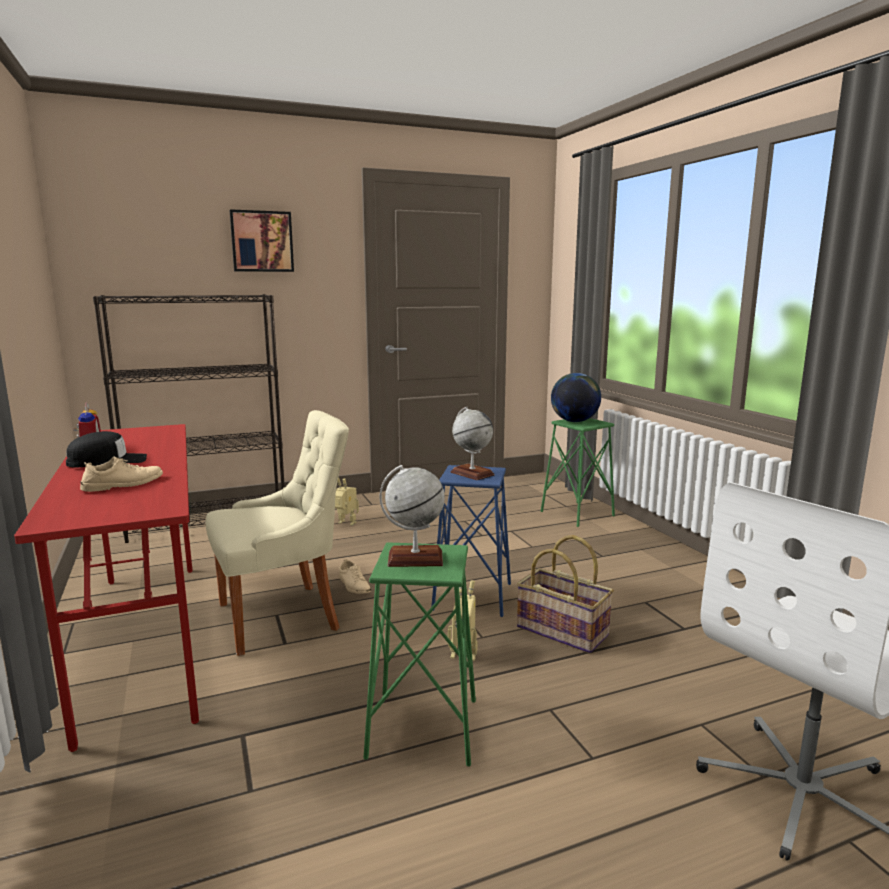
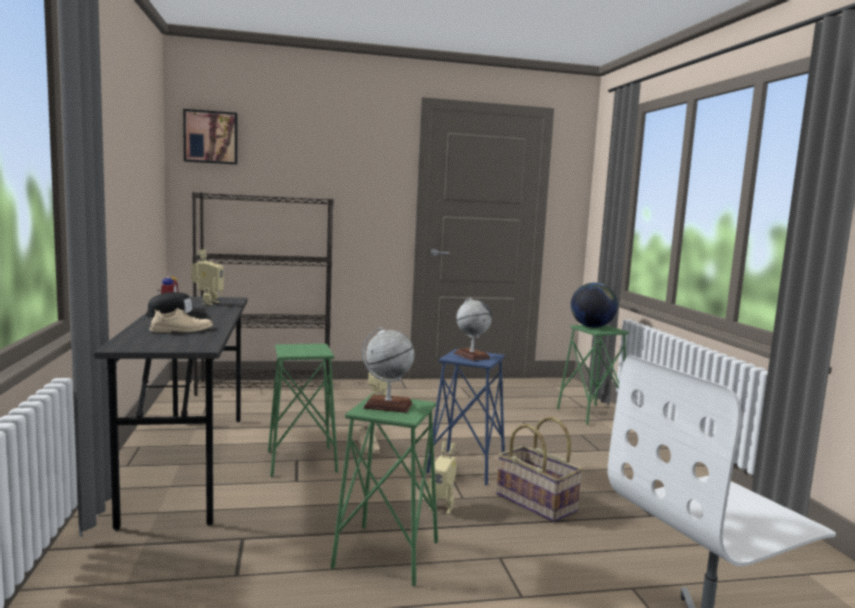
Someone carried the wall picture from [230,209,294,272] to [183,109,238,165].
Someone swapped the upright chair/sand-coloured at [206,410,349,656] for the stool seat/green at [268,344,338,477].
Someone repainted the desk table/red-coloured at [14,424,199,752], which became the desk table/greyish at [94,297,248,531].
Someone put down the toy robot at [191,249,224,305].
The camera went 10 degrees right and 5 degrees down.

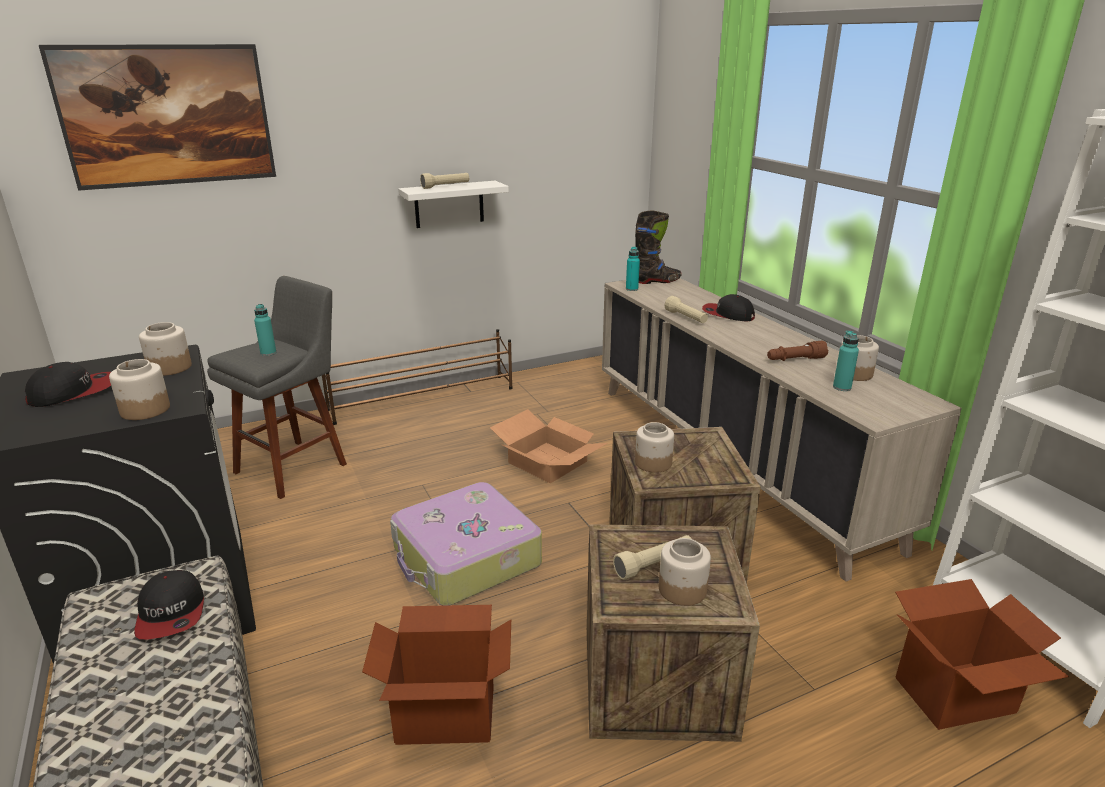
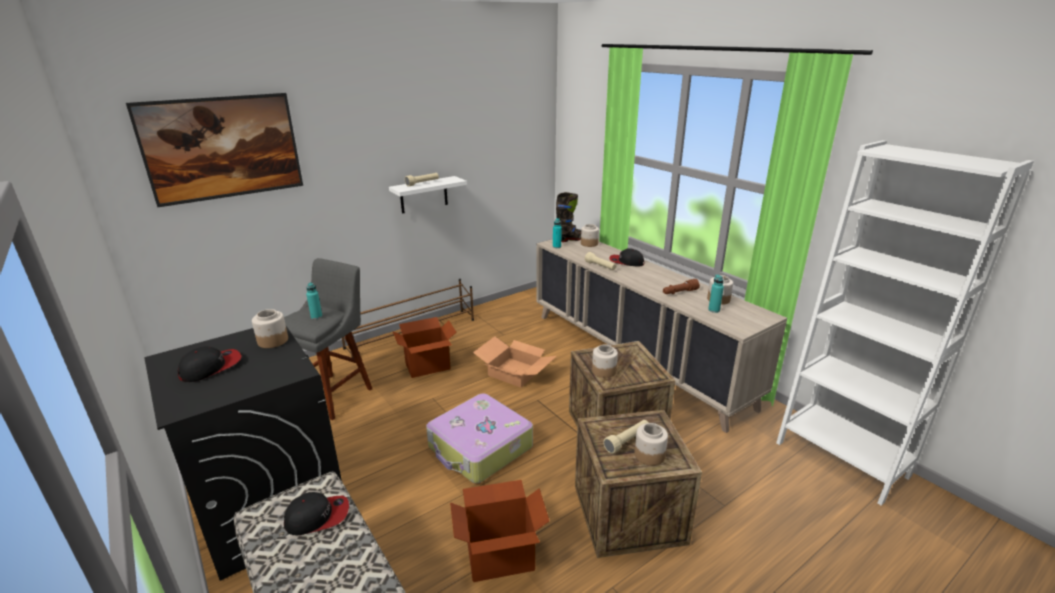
Someone carried the storage jar from [109,359,170,420] to [581,224,599,247].
Someone rotated the peaked cap at [134,570,204,639] by 75 degrees counterclockwise.
Someone carried the cardboard box from [895,579,1069,730] to [393,317,456,378].
The camera went 10 degrees left and 0 degrees up.

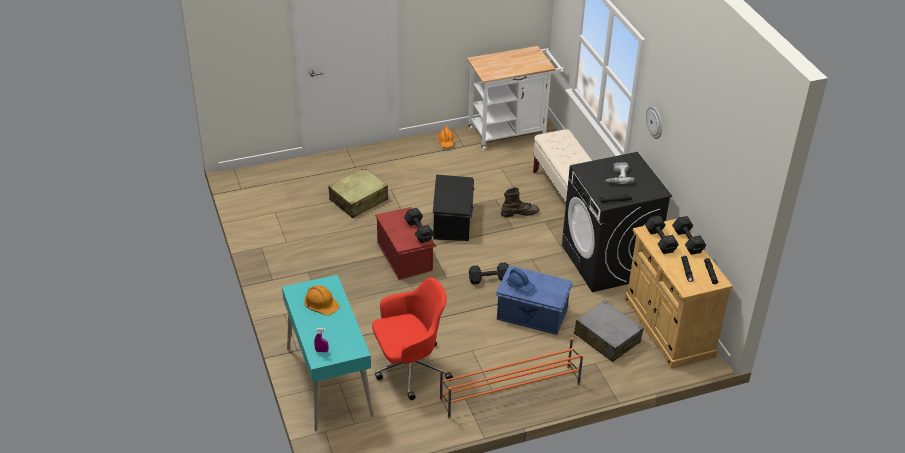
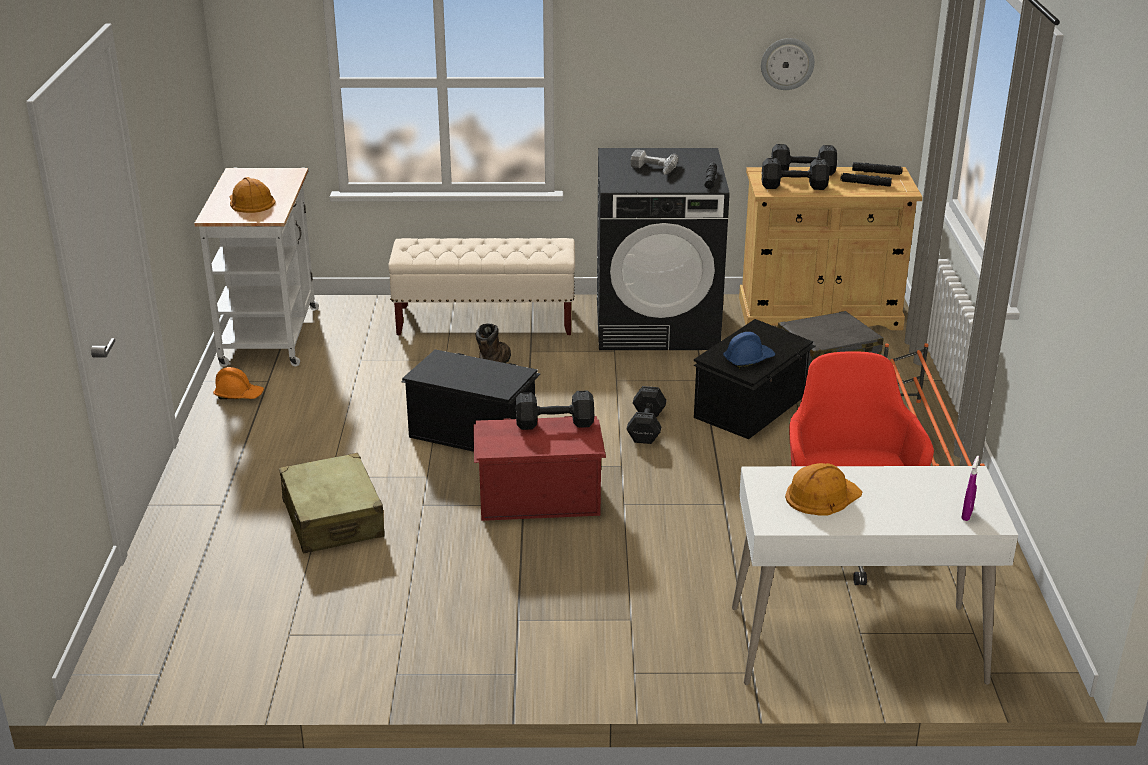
Someone carried the clock on the wall from [646,106,662,139] to [761,38,815,90].
Someone repainted the storage box/blue at [495,265,573,335], which became the storage box/black at [694,319,815,439].
Someone repainted the desk table/turquoise at [282,275,374,431], which became the desk table/white at [732,466,1018,685].
Someone put down the safety helmet/orange-coloured at [230,177,275,213].
The camera went 70 degrees left and 10 degrees down.

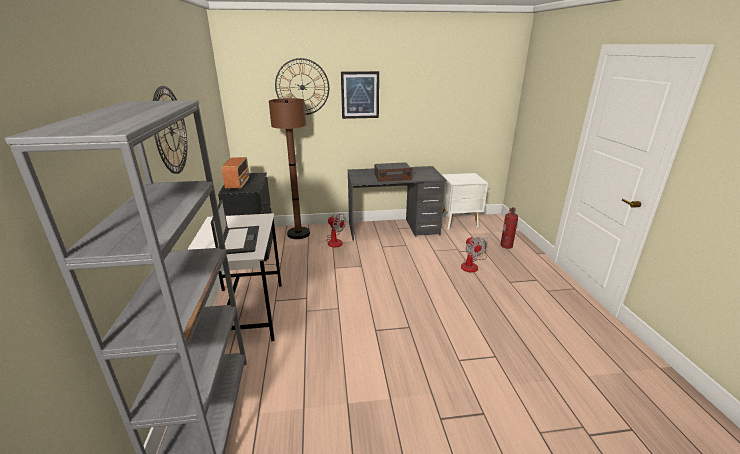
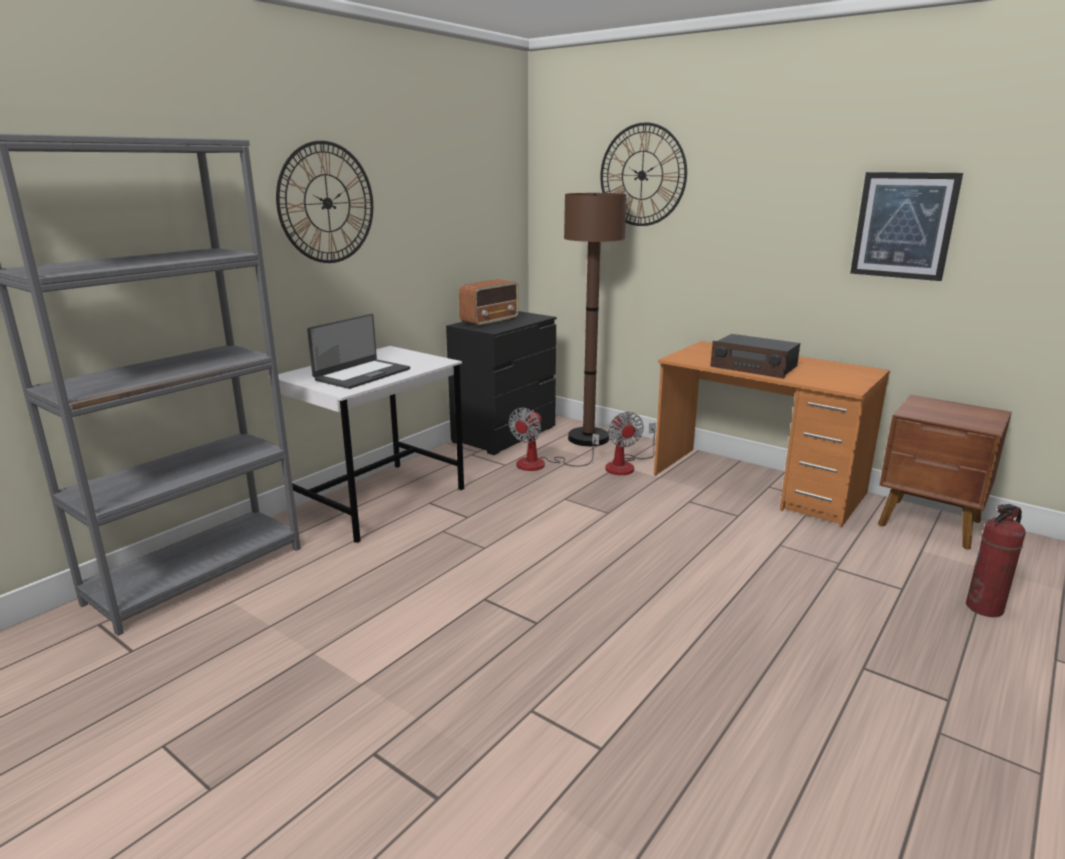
Someone carried the wall picture from [341,71,379,119] to [850,172,963,281].
Someone repainted the desk table/greyish at [348,166,447,241], which became the desk table/orange-coloured at [654,341,890,527].
Someone repainted the bedside table/white at [442,173,488,230], which became the bedside table/brown-coloured at [878,395,1012,550].
Someone carried the cooling fan from [461,237,487,272] to [509,408,599,471].
The camera went 45 degrees right and 5 degrees down.

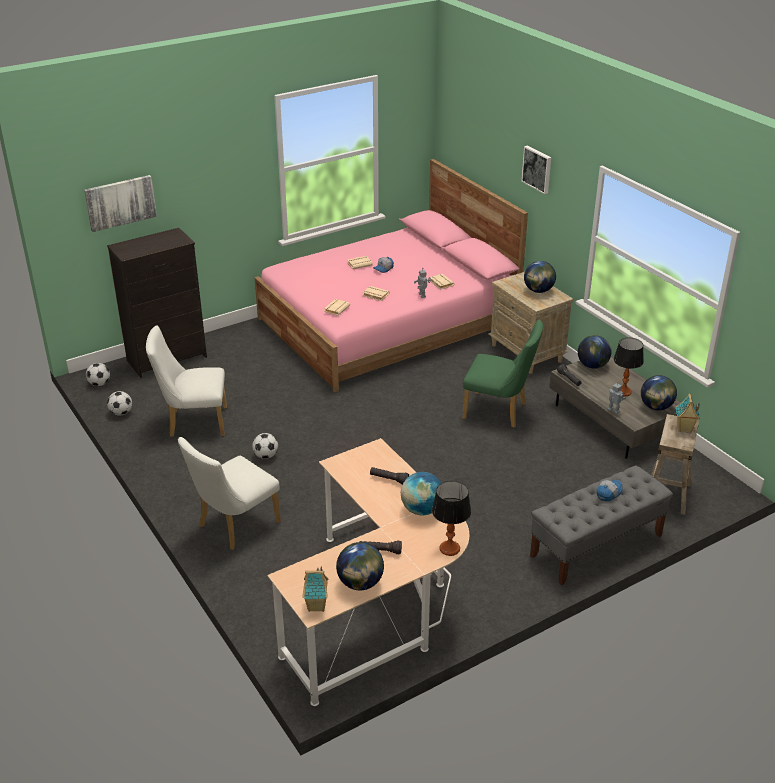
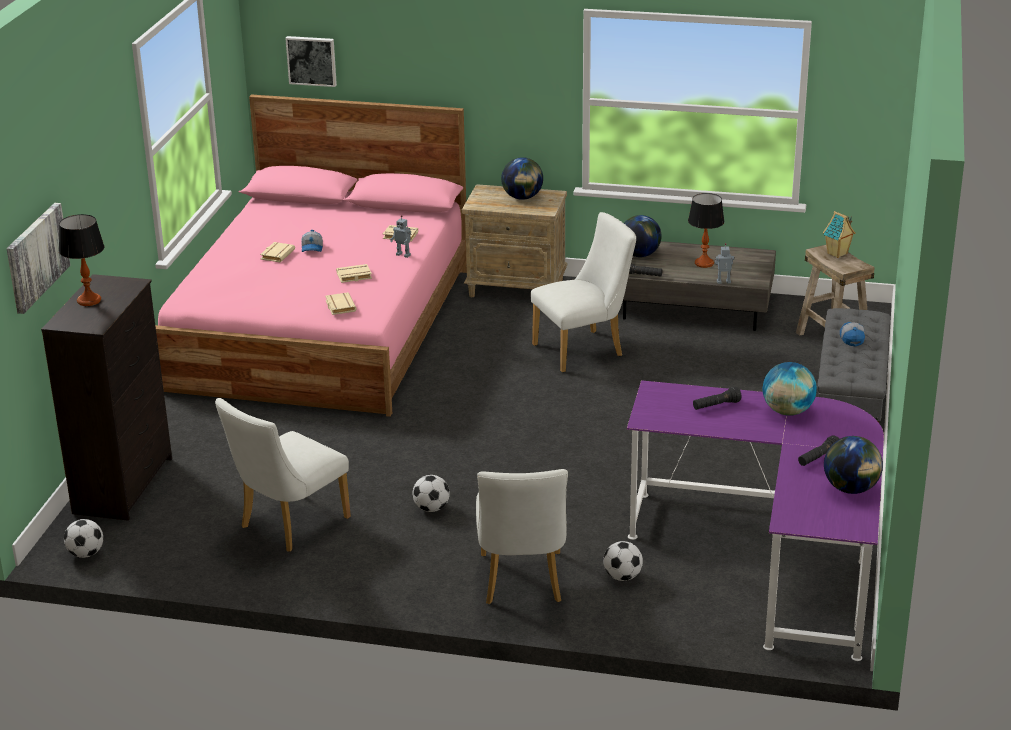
Someone carried the wall picture from [521,146,551,194] to [285,36,337,87].
Someone repainted the upright chair/green at [463,320,543,428], which became the upright chair/white at [530,212,636,373].
Someone took away the world globe at [641,375,677,410].
Someone carried the ball for football from [107,391,132,416] to [603,541,643,581].
Someone repainted the desk table/sand-coloured at [268,438,469,706], which became the desk table/purplish at [627,380,884,661].
Someone carried the tabletop lamp from [432,481,471,556] to [59,214,104,306].
Someone took away the model house at [303,566,329,612].
The camera went 45 degrees left and 5 degrees down.

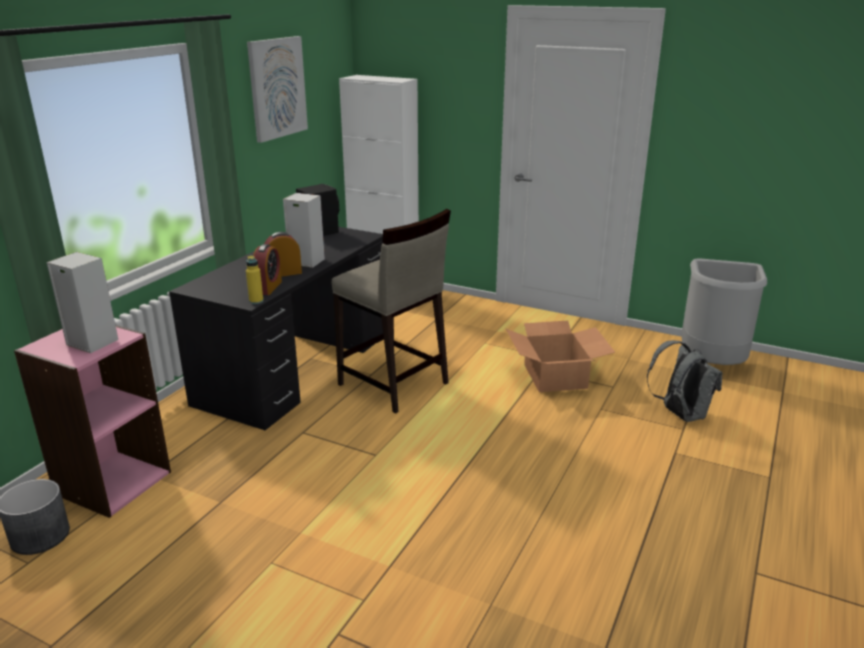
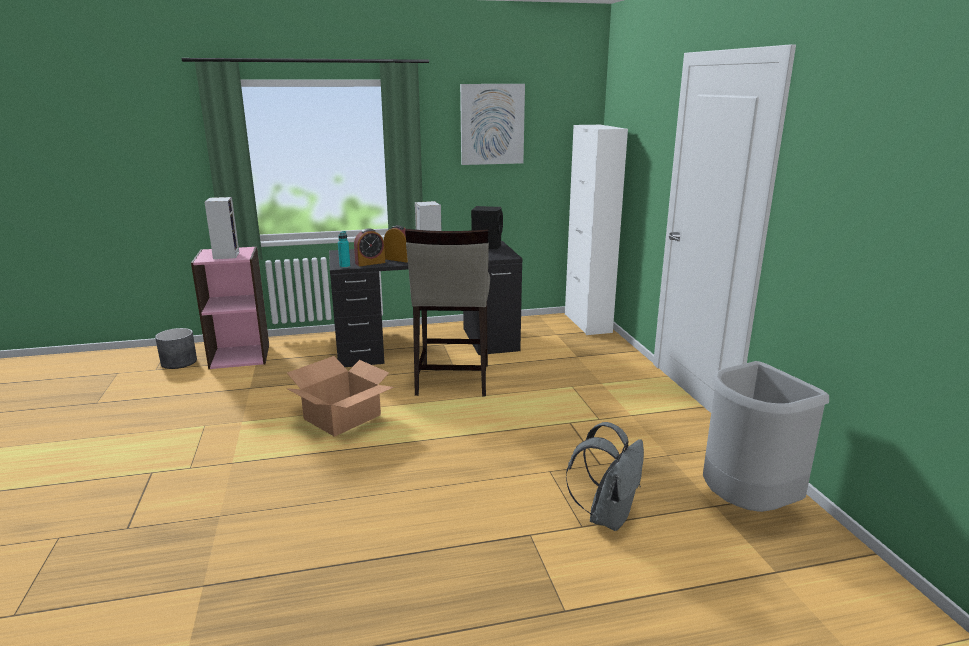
Someone repainted the bottle/yellowish at [246,255,264,304], which became the bottle/turquoise at [338,231,350,268].
Someone carried the cardboard box from [506,321,615,392] to [286,356,394,437].
The camera went 50 degrees right and 5 degrees down.

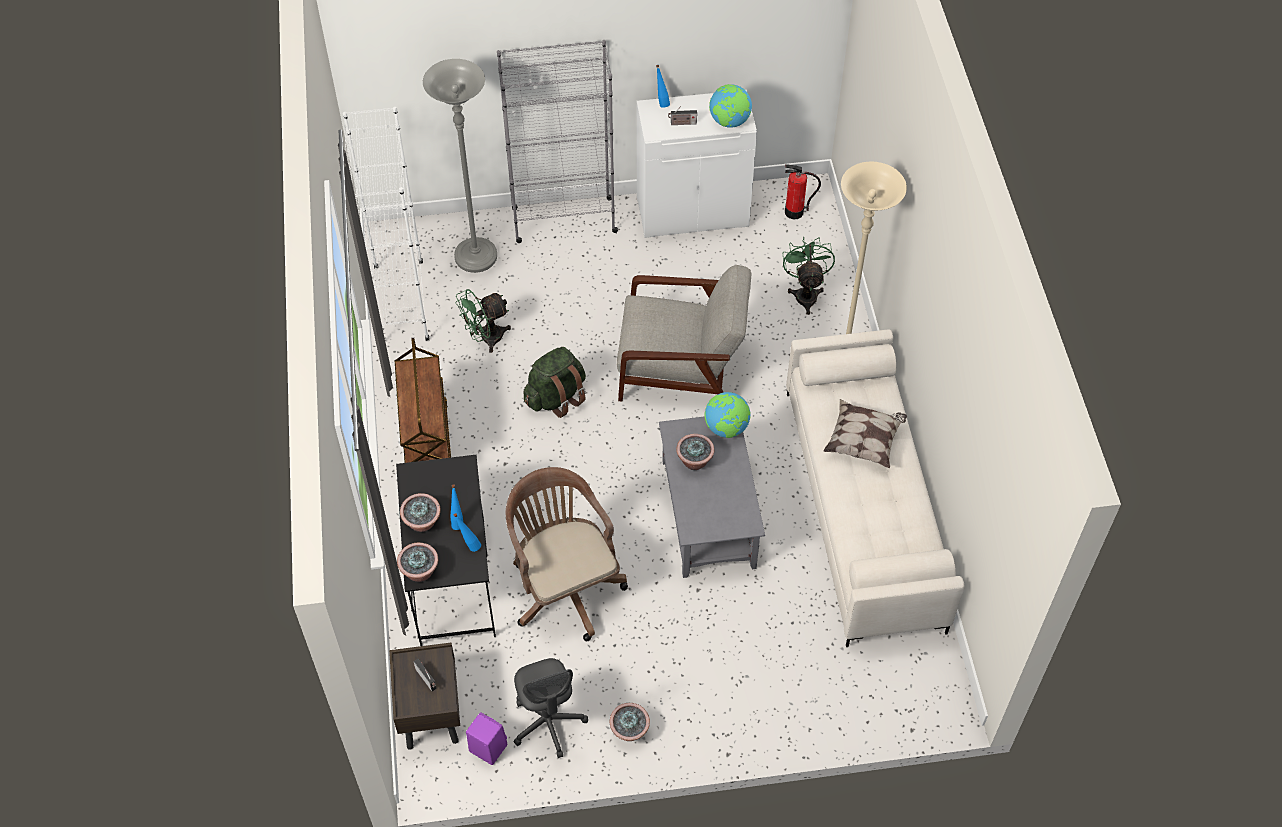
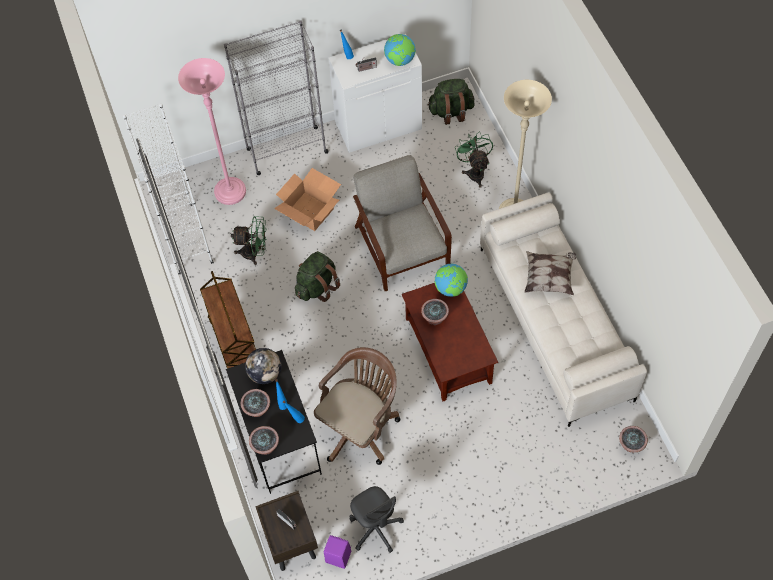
Someone repainted the standing lamp/greyish at [423,59,497,273], which became the standing lamp/pinkish at [178,58,246,205].
Someone swapped the extinguisher at [785,164,821,219] for the knapsack/green at [427,79,475,125].
Someone rotated the armchair/greyish at [617,265,751,402] by 105 degrees counterclockwise.
Someone rotated the cooling fan/green at [455,289,511,353] by 135 degrees counterclockwise.
Someone repainted the coffee table/greyish at [659,416,765,578], which became the coffee table/brown-coloured at [402,283,498,401].
Someone rotated the office chair/brown-coloured at [505,467,628,641] by 75 degrees clockwise.
Someone carried the potted plant from [610,703,650,741] to [619,426,648,452].
Someone put down the cardboard box at [274,168,341,231].
Someone put down the world globe at [245,348,282,384].
The camera went 10 degrees left and 5 degrees up.

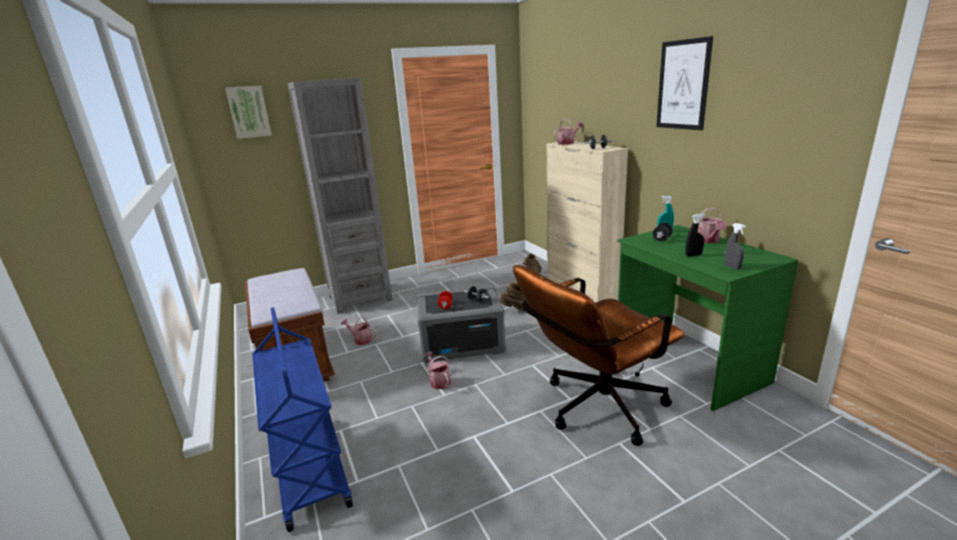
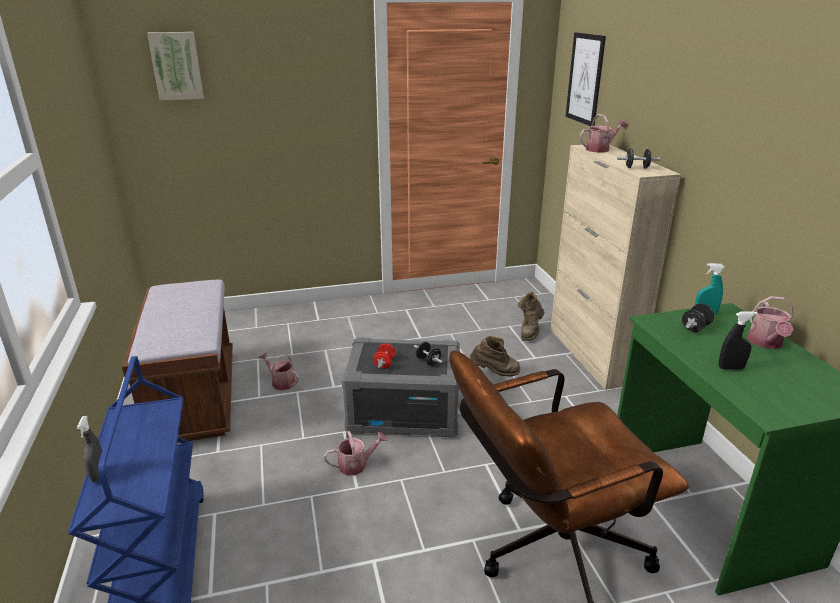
Someone carried the wall picture from [656,36,713,130] to [566,32,606,126].
Someone took away the shelving unit/greyish at [288,78,393,314].
Someone carried the spray bottle/greyish from [724,223,746,270] to [77,416,106,482].
Someone rotated the watering can at [424,351,451,389] by 90 degrees clockwise.
The camera went 10 degrees right and 5 degrees up.

